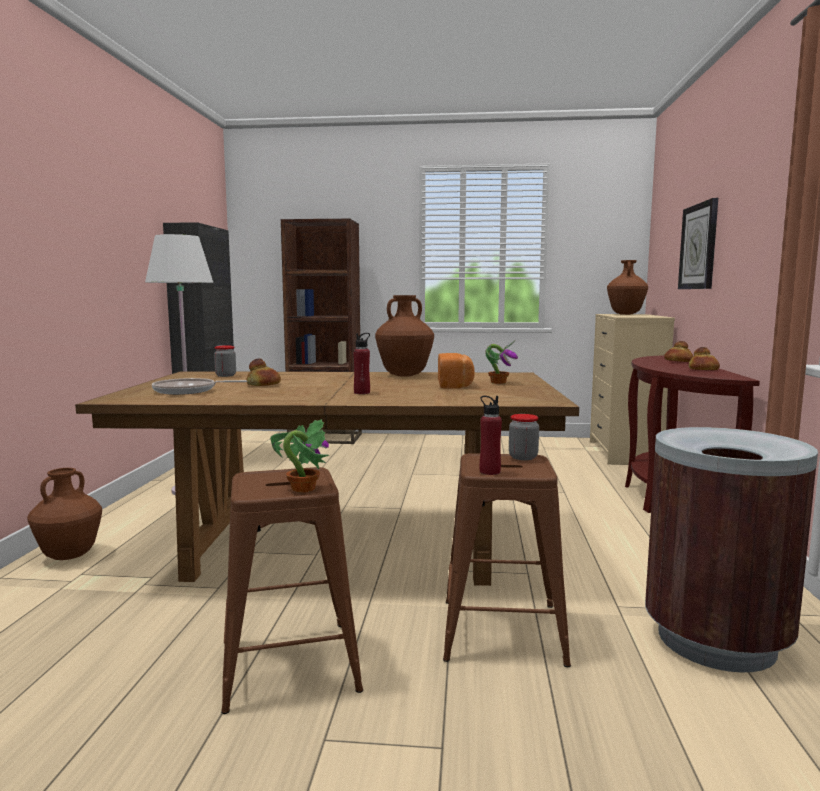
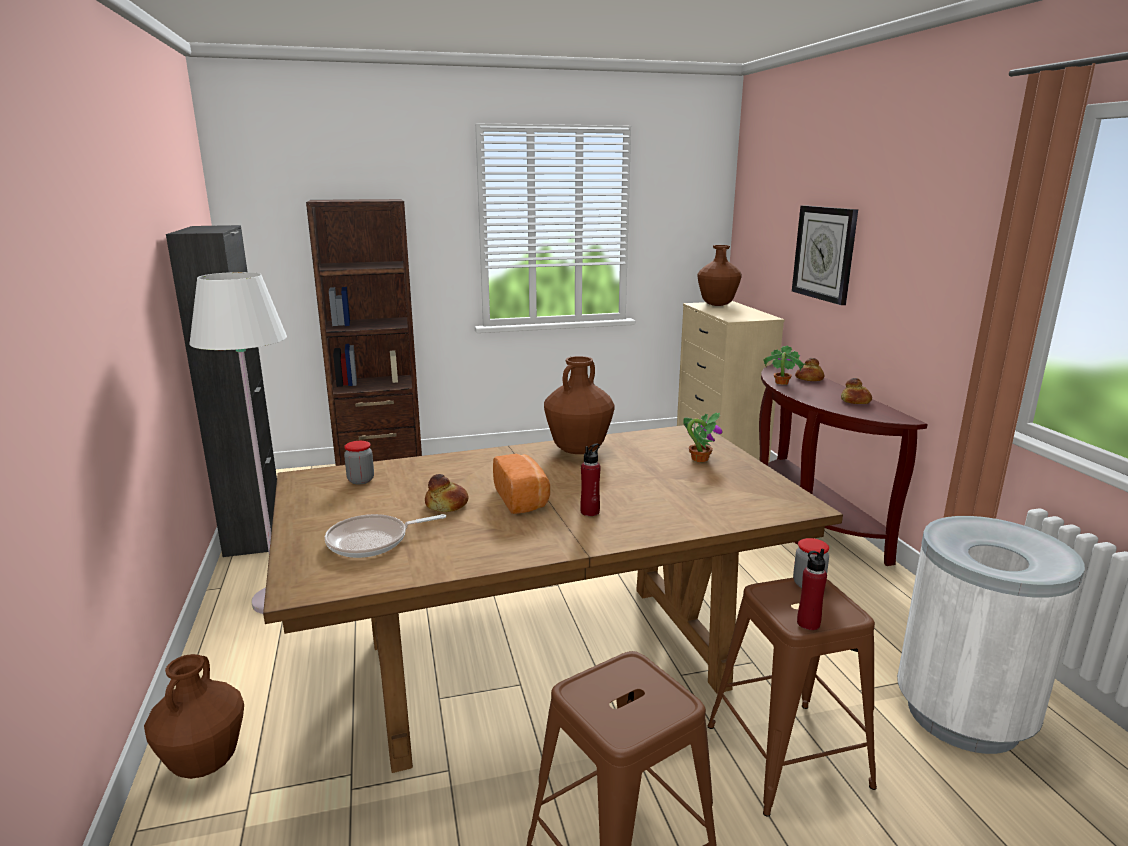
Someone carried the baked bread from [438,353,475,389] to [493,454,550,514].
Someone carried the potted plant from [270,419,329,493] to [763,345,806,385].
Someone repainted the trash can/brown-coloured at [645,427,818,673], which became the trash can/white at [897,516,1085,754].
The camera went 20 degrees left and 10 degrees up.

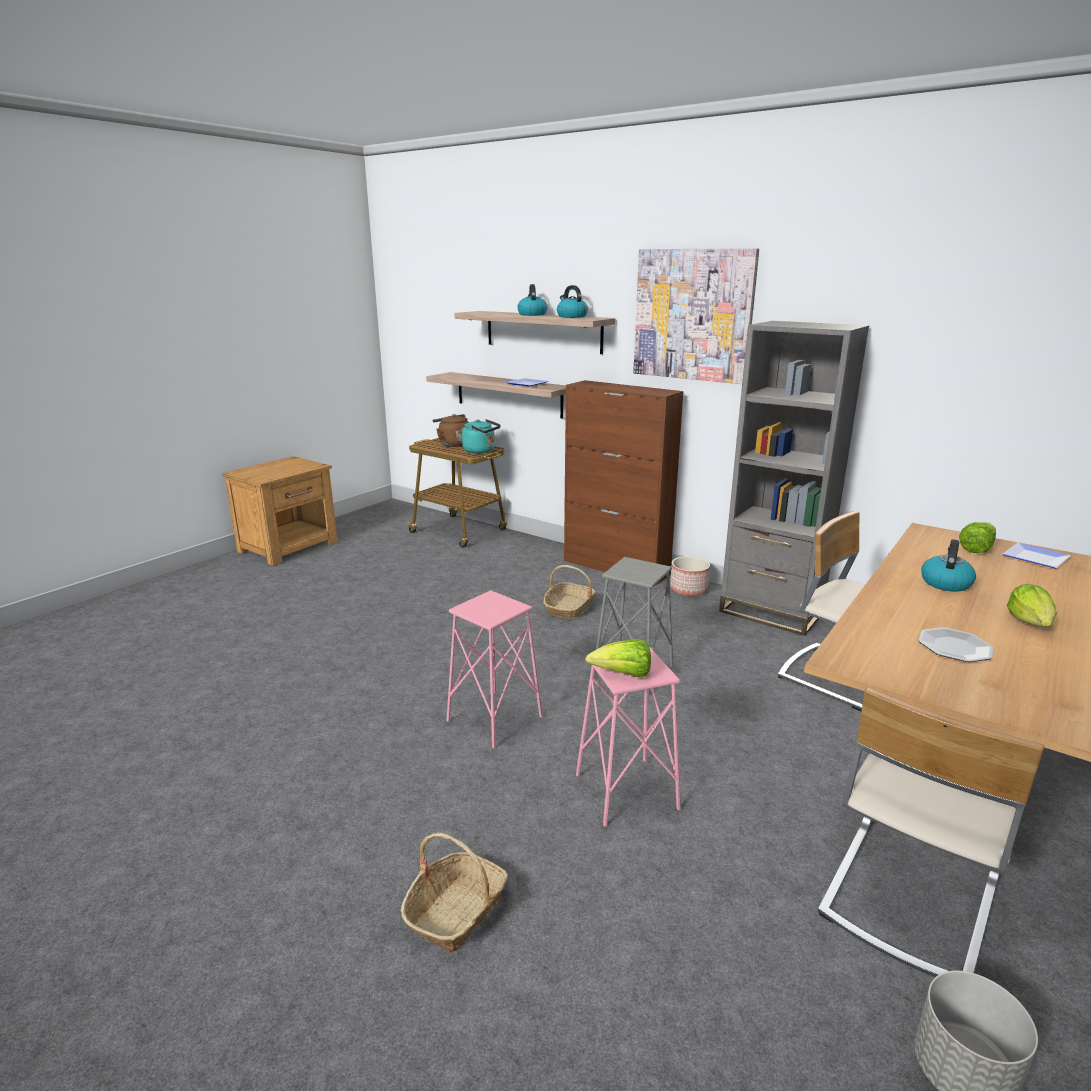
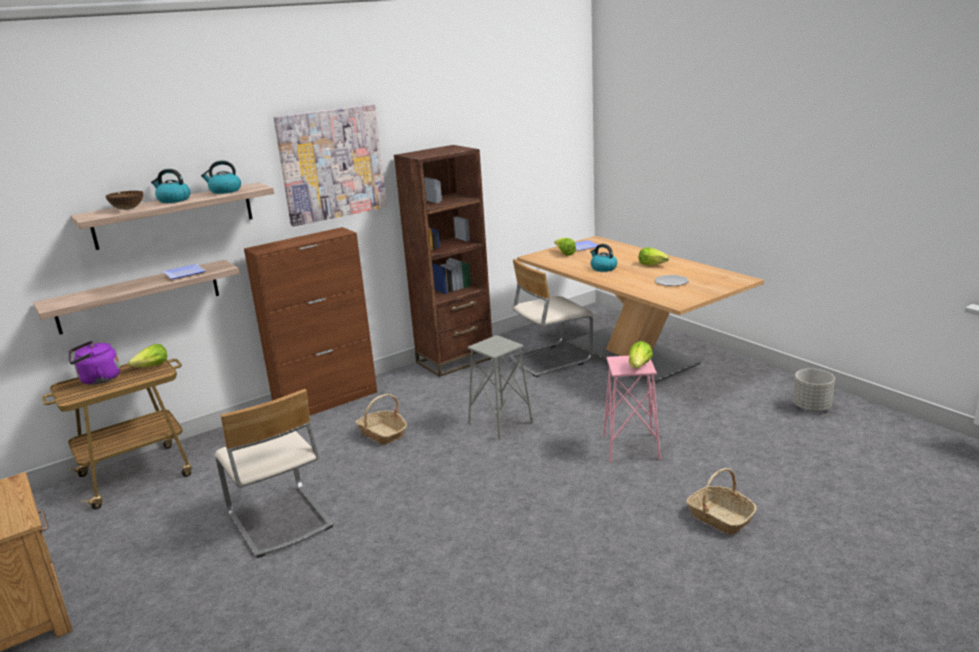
Someone repainted the shelving unit/greyish at [719,321,869,636], which became the shelving unit/brown-coloured at [394,145,492,377].
Someone repainted the water kettle/brown-coloured at [433,414,469,447], which became the water kettle/purplish at [69,341,120,385].
Someone swapped the water kettle/turquoise at [462,419,501,453] for the head of lettuce at [128,344,167,367].
Someone took away the plant pot at [670,556,710,596].
Someone took away the stool seat/pinkish at [446,590,543,748].
Someone carried the upright chair/sand-coloured from [818,687,1044,977] to [215,389,334,558].
Someone put down the bowl at [106,191,143,210].
The camera went 70 degrees left and 0 degrees up.

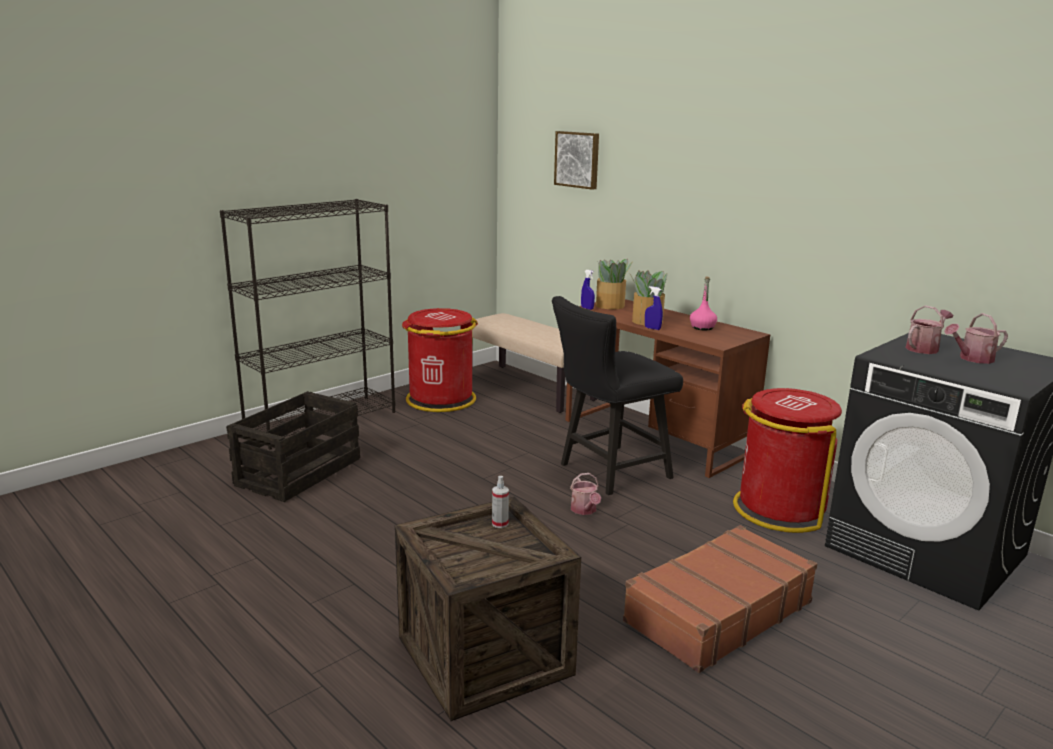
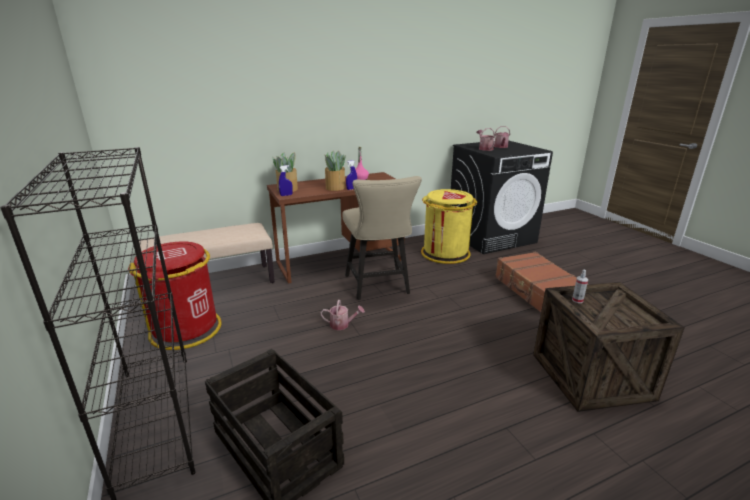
Someone took away the wall picture at [554,131,599,190].
Someone repainted the upright chair/black at [552,296,683,495], which became the upright chair/sand-coloured at [342,176,422,300].
Someone repainted the trash can/red-coloured at [733,388,842,533], which became the trash can/yellowish at [421,189,477,264].
Someone carried the watering can from [570,473,601,515] to [321,300,365,330].
The camera went 70 degrees left and 5 degrees up.

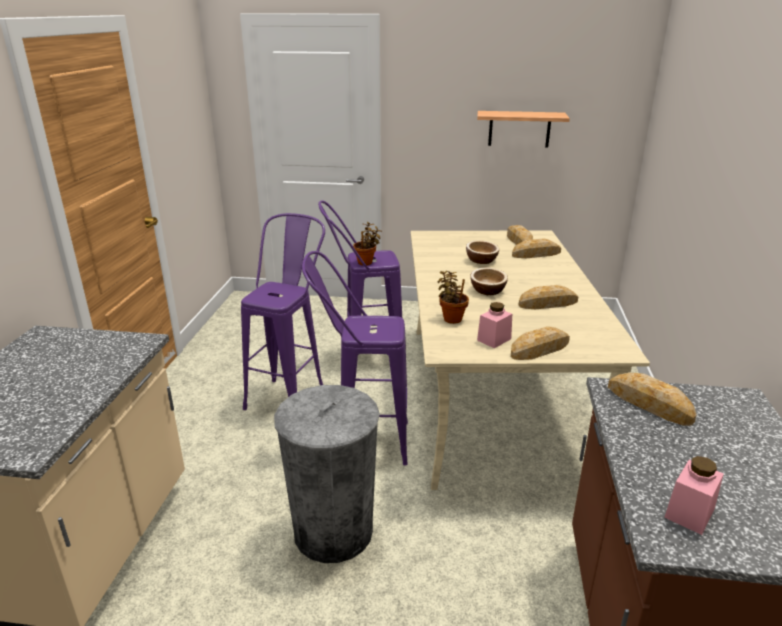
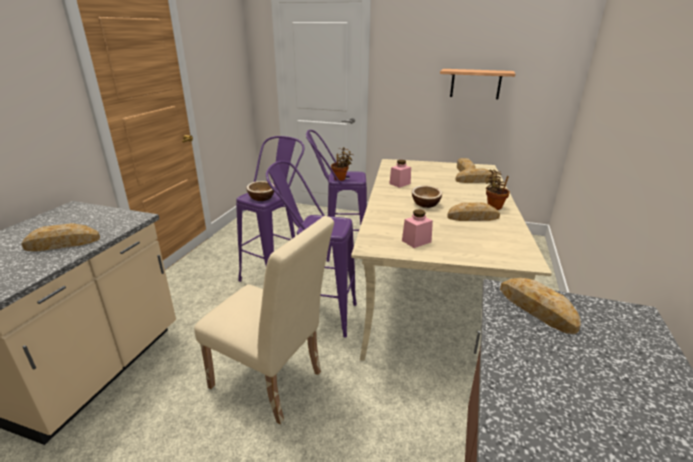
Someone carried the bowl from [466,240,499,264] to [246,181,275,201].
Someone carried the potted plant from [438,271,469,324] to [486,169,510,210].
Someone carried the baked bread from [511,326,570,360] to [22,223,100,251].
Someone swapped the trash can/greyish at [274,385,380,563] for the upright chair/sand-coloured at [194,216,334,424].
Someone carried the storage jar/pinkish from [664,456,724,535] to [389,160,411,188].
The camera went 10 degrees right and 0 degrees up.

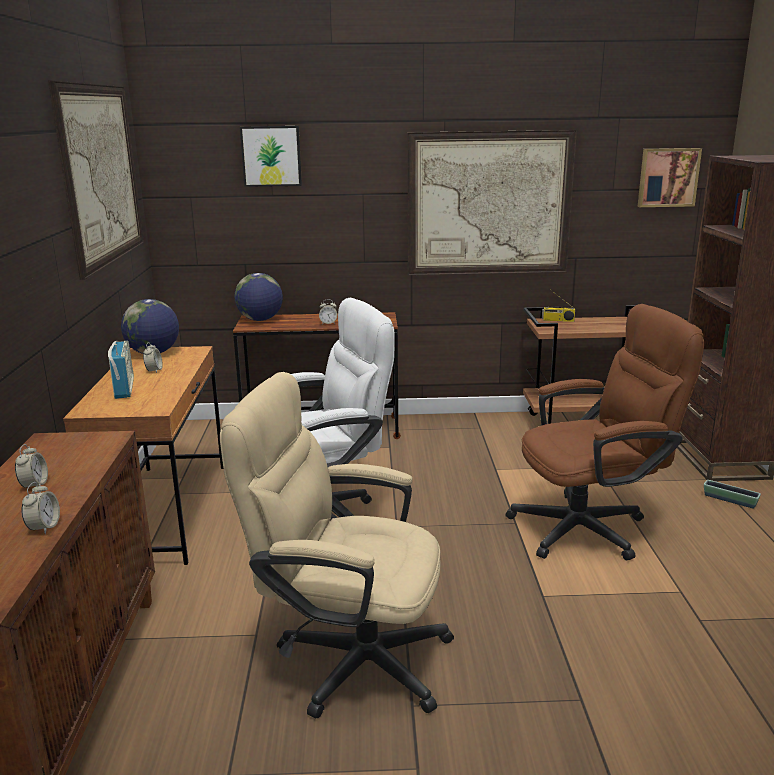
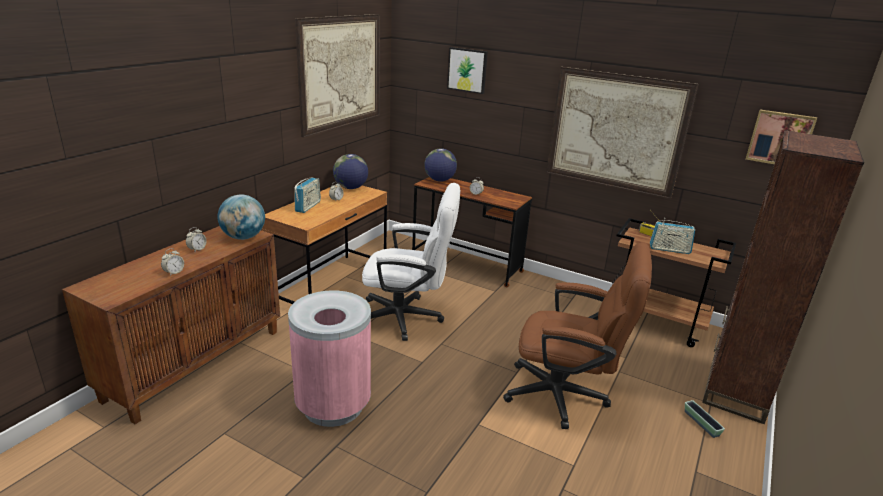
Someone swapped the office chair/sand-coloured at [220,372,454,719] for the trash can/pinkish at [288,290,371,427].
Someone put down the world globe at [218,195,265,240].
Someone put down the radio at [650,218,695,254].
The camera went 30 degrees right and 5 degrees up.

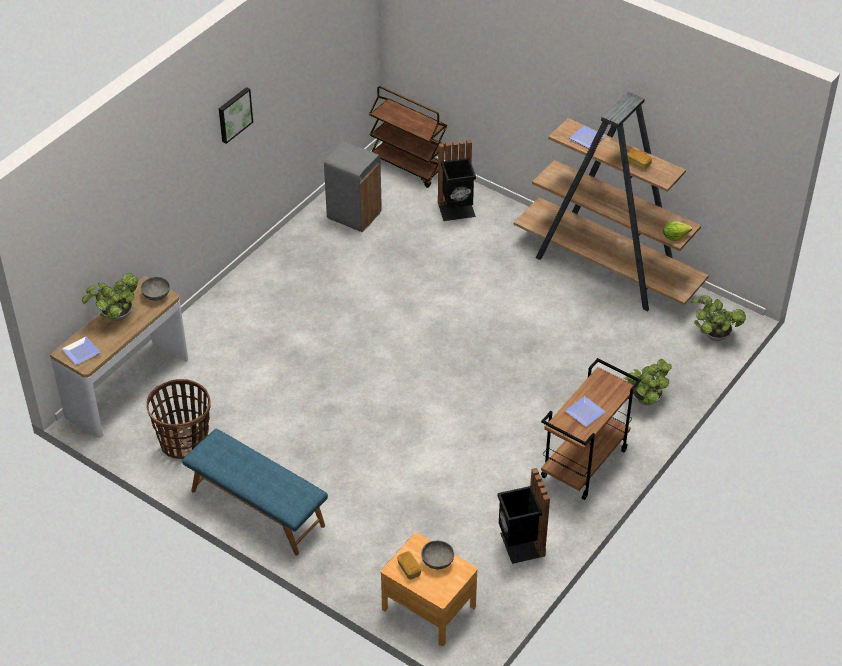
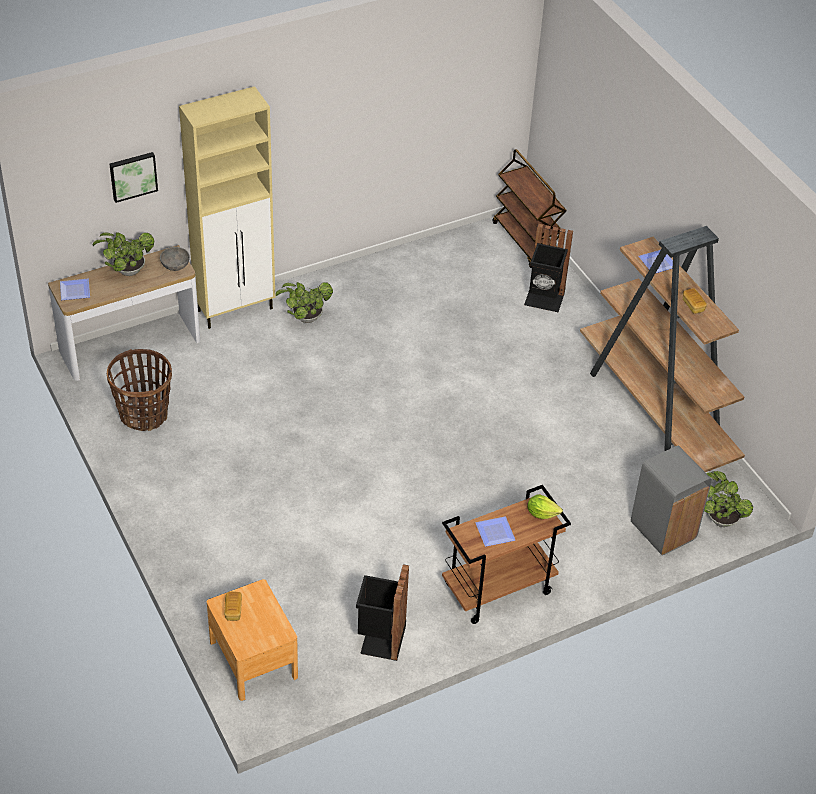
Someone carried the wall picture from [219,87,253,144] to [110,152,158,203].
Someone carried the trash can/greyish from [324,141,382,232] to [631,446,712,555].
Someone carried the head of lettuce from [663,221,692,241] to [528,494,563,519].
Someone carried the potted plant from [624,359,672,405] to [276,282,333,323].
Someone took away the bench/blue at [182,429,328,555].
Someone took away the bowl/greyish at [421,540,454,569].
Someone put down the cupboard/sand-coloured at [179,86,275,329].
The camera went 25 degrees right and 0 degrees up.

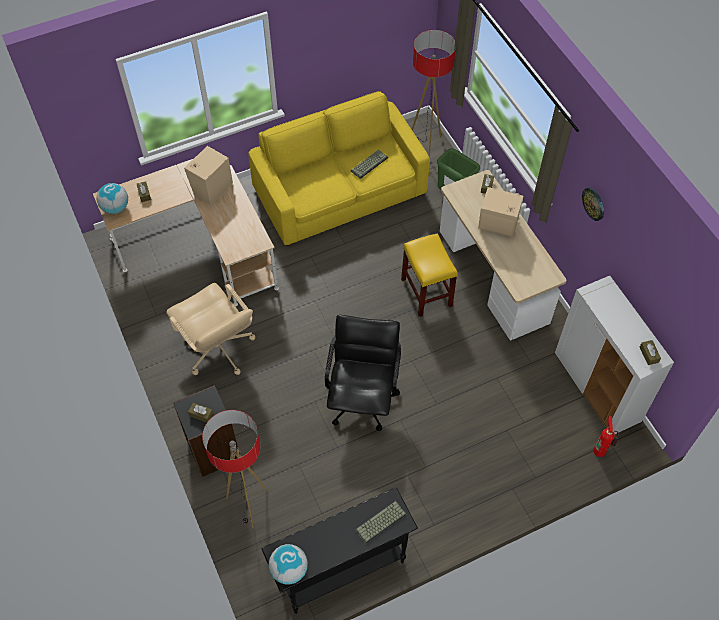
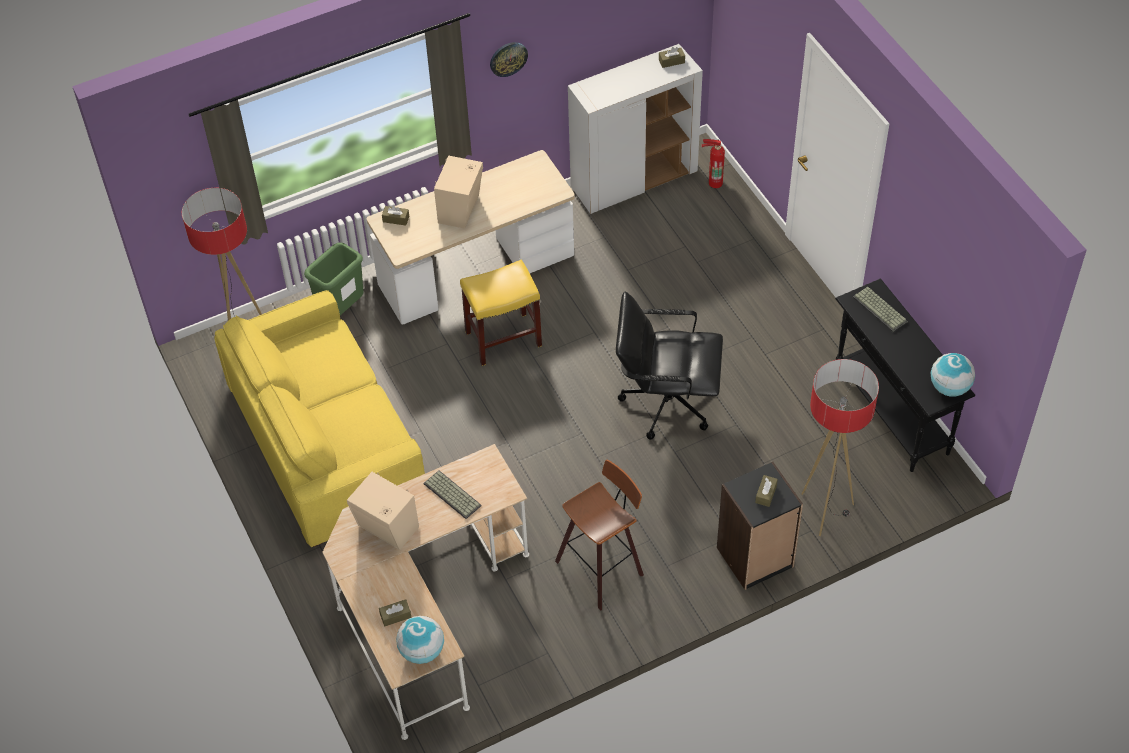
Someone carried the keyboard from [351,150,388,179] to [423,470,482,519].
Someone swapped the office chair/sand-coloured at [166,283,255,375] for the stool seat at [555,460,644,611].
The camera went 90 degrees left and 5 degrees down.

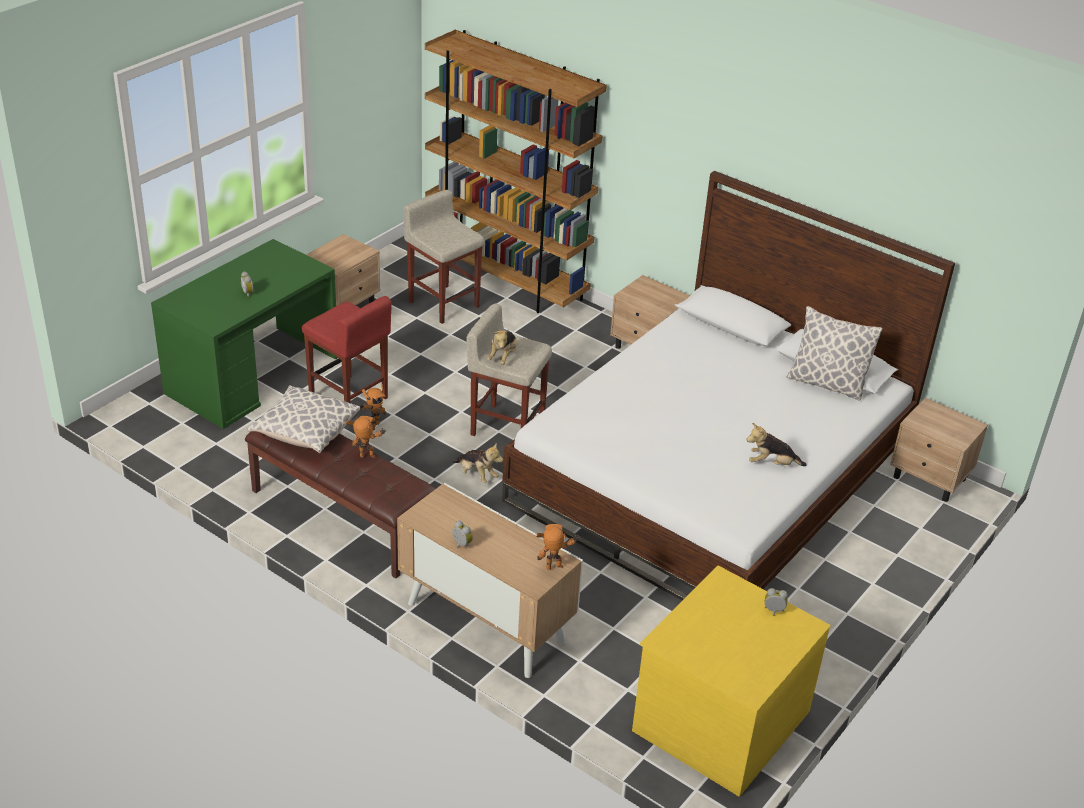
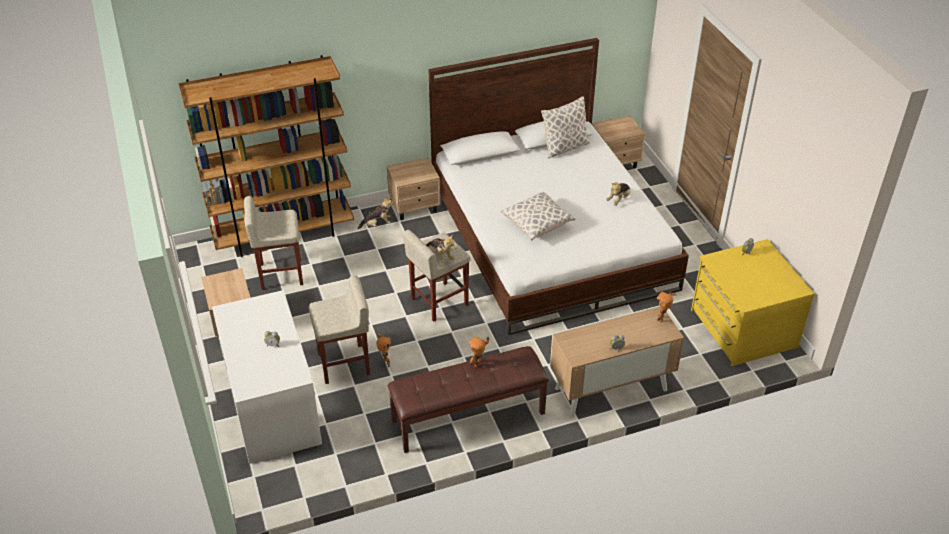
Someone repainted the desk table/green at [151,239,337,429], which became the desk table/white at [212,290,322,464].
Someone repainted the stool seat/red-coloured at [302,296,392,403], which became the stool seat/sand-coloured at [309,275,370,384].
Someone carried the throw pillow from [247,385,360,453] to [501,191,575,241].
Someone carried the cuddly toy from [452,442,503,483] to [357,196,393,229].
The camera went 55 degrees left and 5 degrees up.

